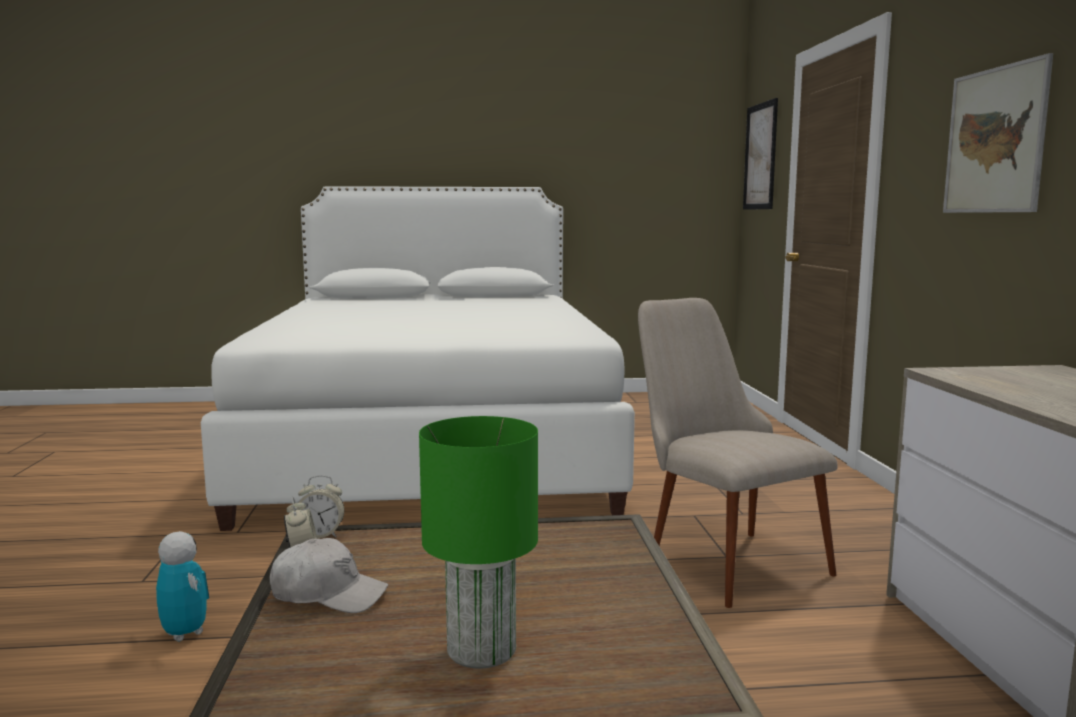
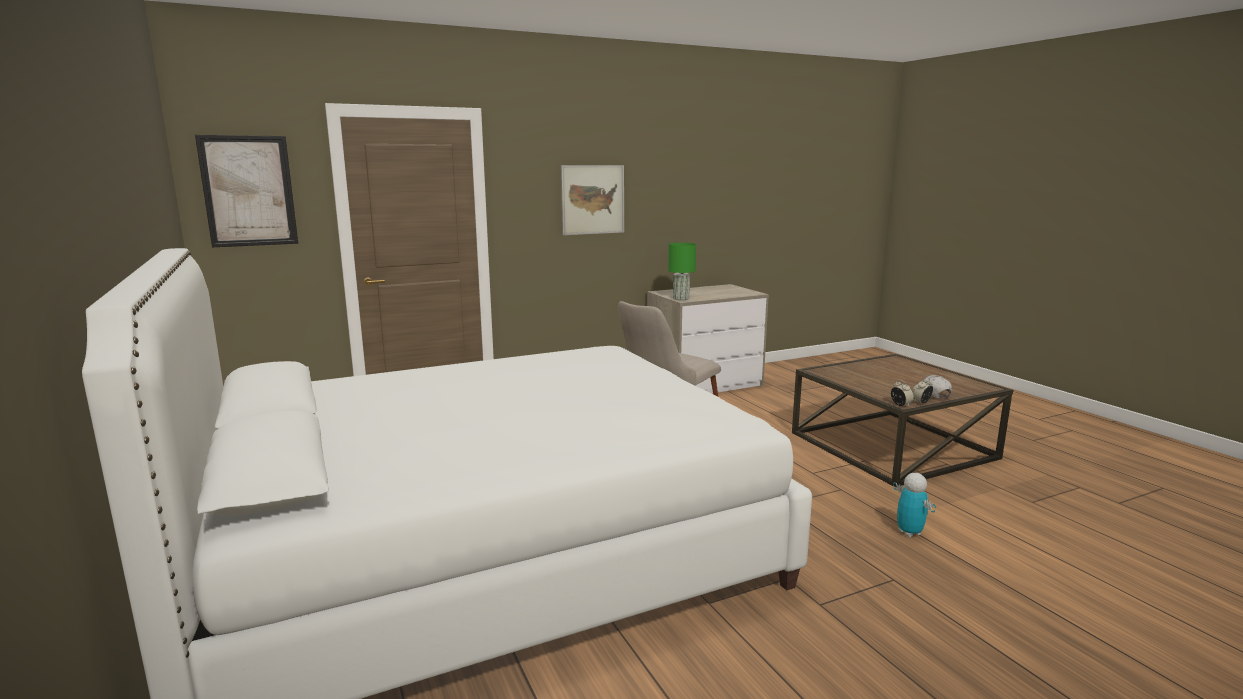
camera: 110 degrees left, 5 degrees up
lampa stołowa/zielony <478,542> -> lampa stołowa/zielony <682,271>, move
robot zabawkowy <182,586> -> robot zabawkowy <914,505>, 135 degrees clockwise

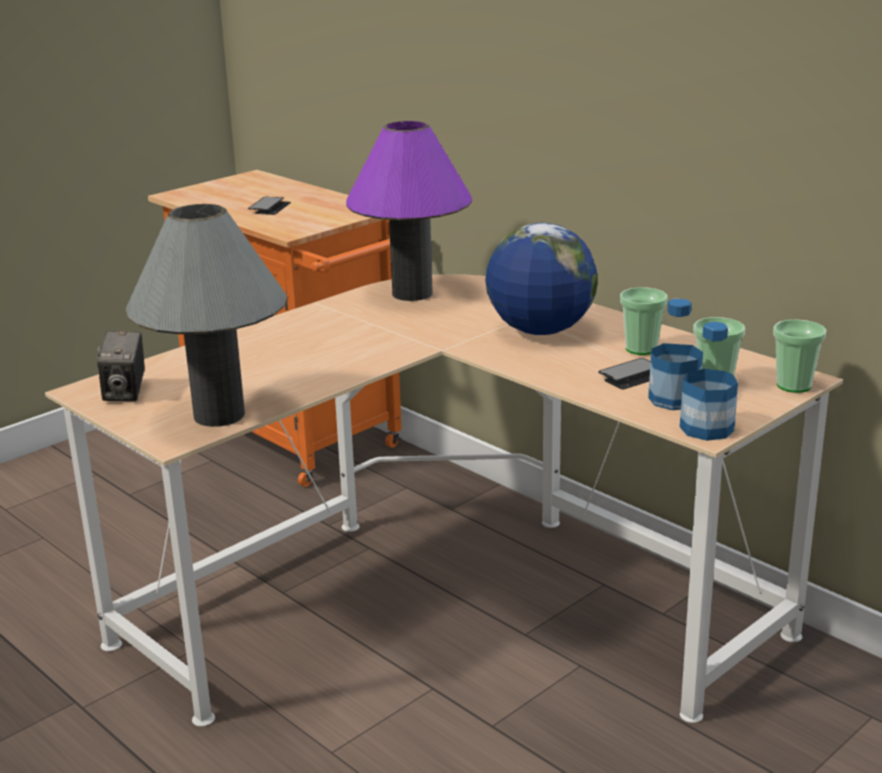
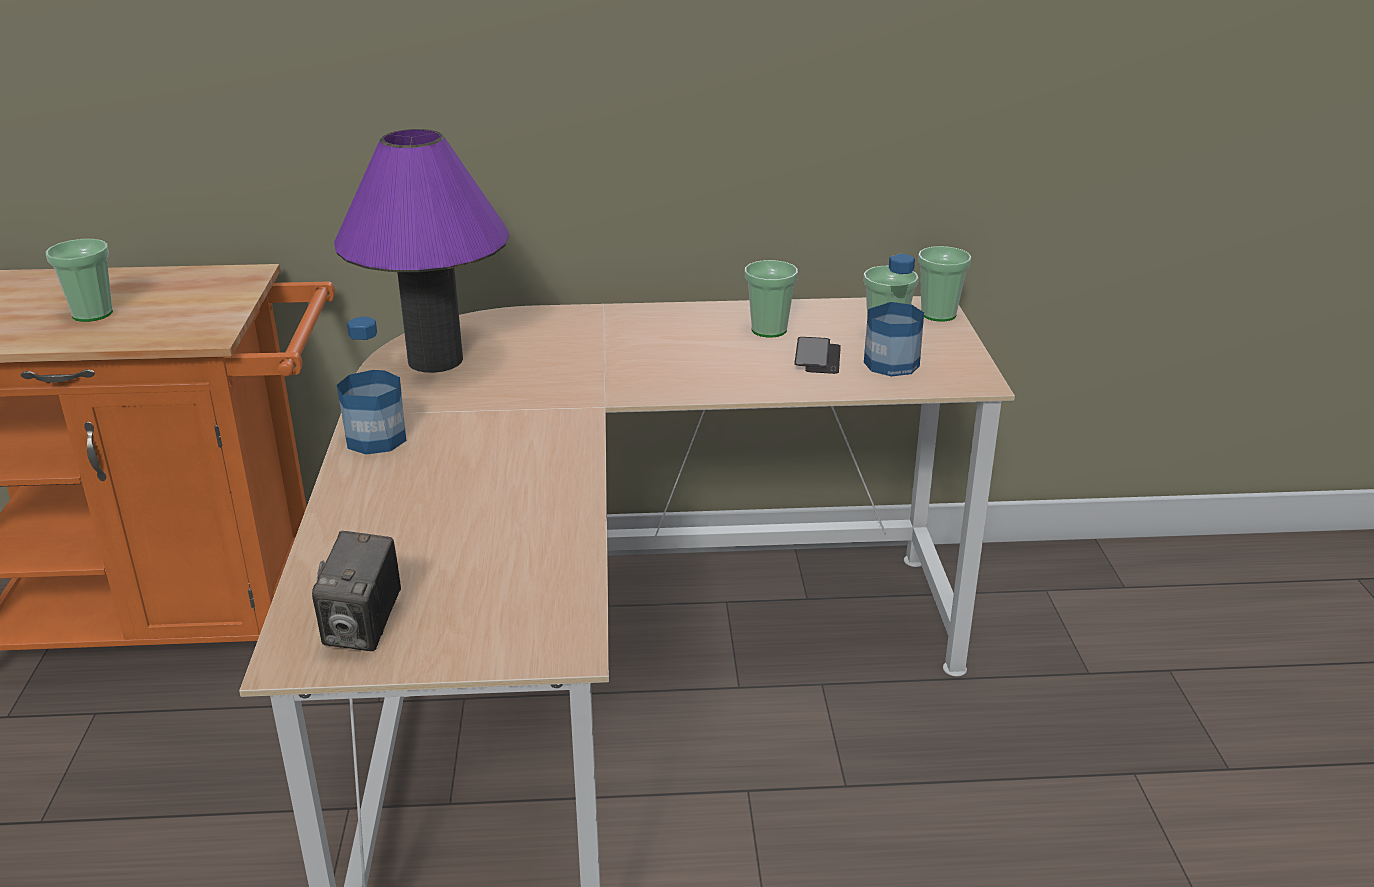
camera: 50 degrees left, 5 degrees up
telefon <269,206> -> filiżanka <79,280>
lampa stołowa/szary <206,315> -> none
globus <541,279> -> none
butelka <709,381> -> butelka <371,386>, move
aparat fotograficzny <121,366> -> aparat fotograficzny <356,591>, 60 degrees clockwise

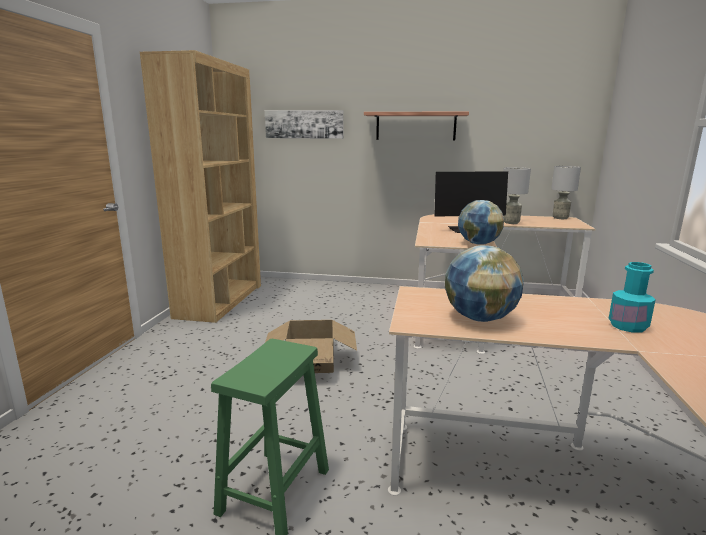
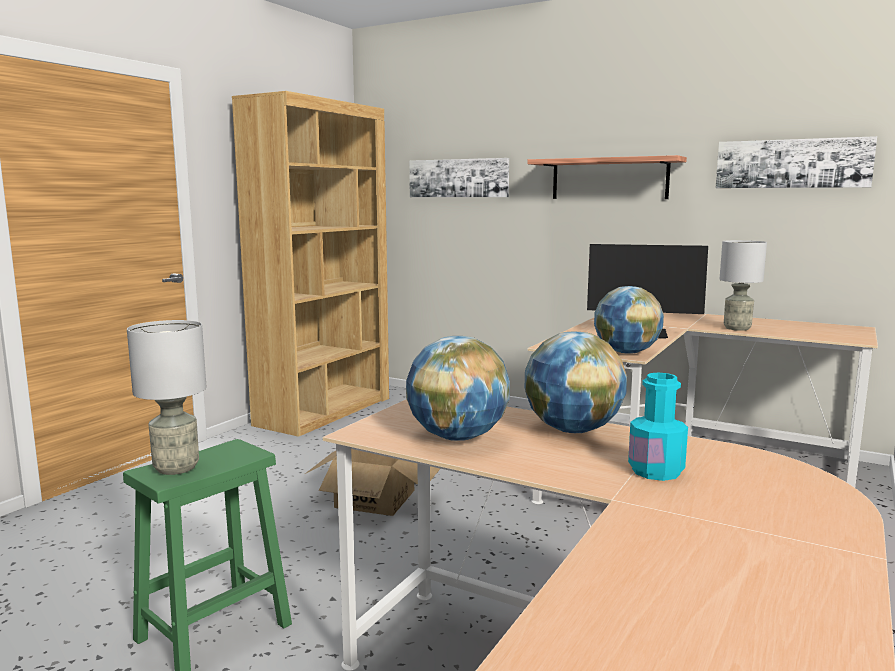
camera: 20 degrees right, 5 degrees down
lampa stołowa/szary <566,192> -> lampa stołowa/szary <166,397>, move
none -> obraz <796,162>
none -> globus <576,382>

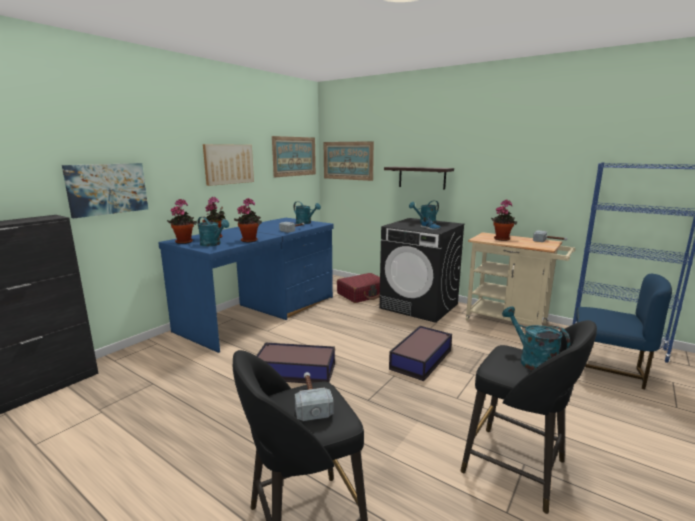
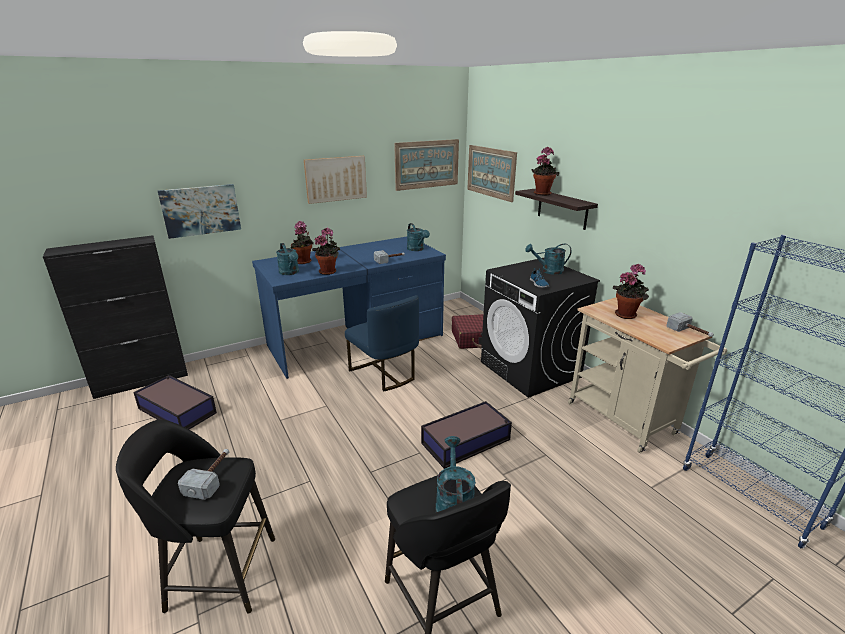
camera: 25 degrees right, 10 degrees up
roślina doniczkowa <182,221> -> roślina doniczkowa <545,171>, move
krzesło/niebieski <624,331> -> krzesło/niebieski <382,343>, move
pojemnik do przechowywania <295,363> -> pojemnik do przechowywania <175,402>, move

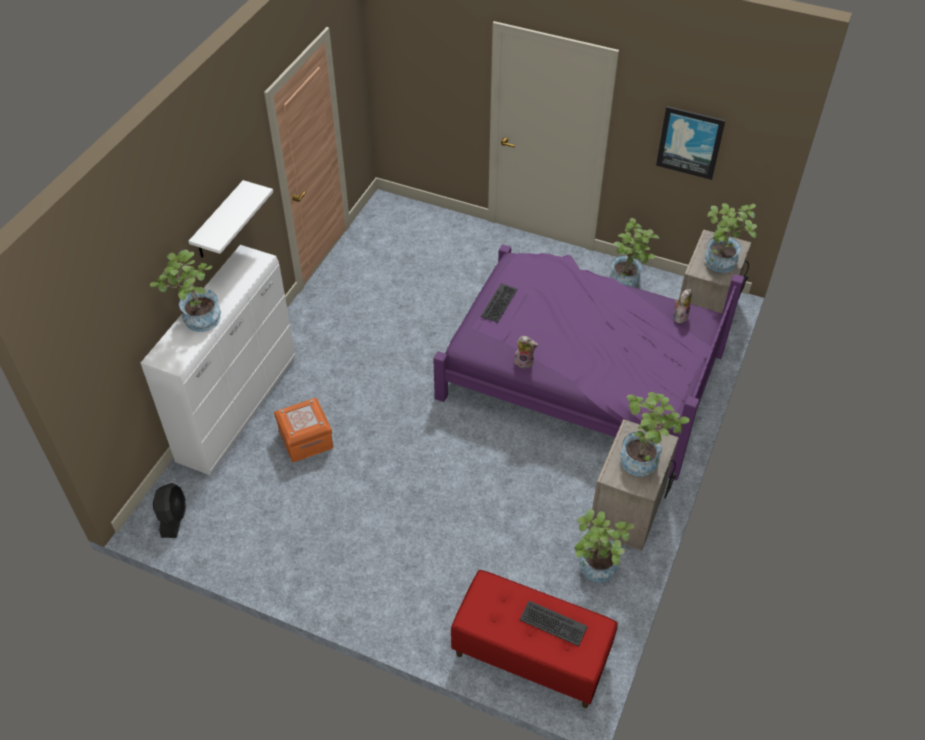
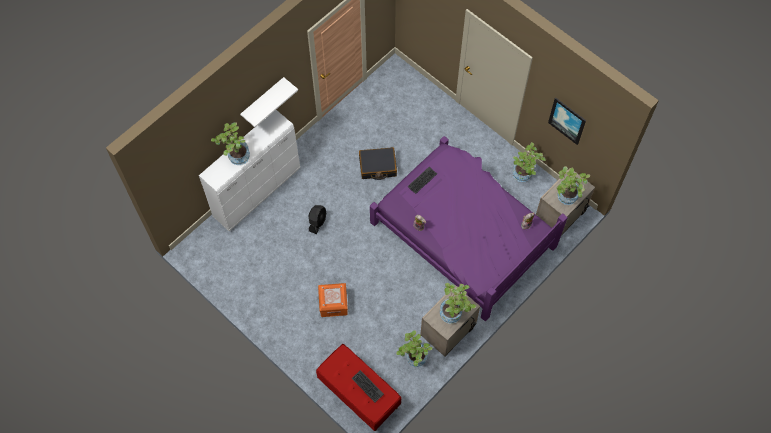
camera: 20 degrees right, 15 degrees up
pojemnik do przechowywania/pomarańczowy <303,430> -> pojemnik do przechowywania/pomarańczowy <333,300>, move
wentylator/czarny <169,510> -> wentylator/czarny <317,219>, move
none -> walizka/czarny <378,163>

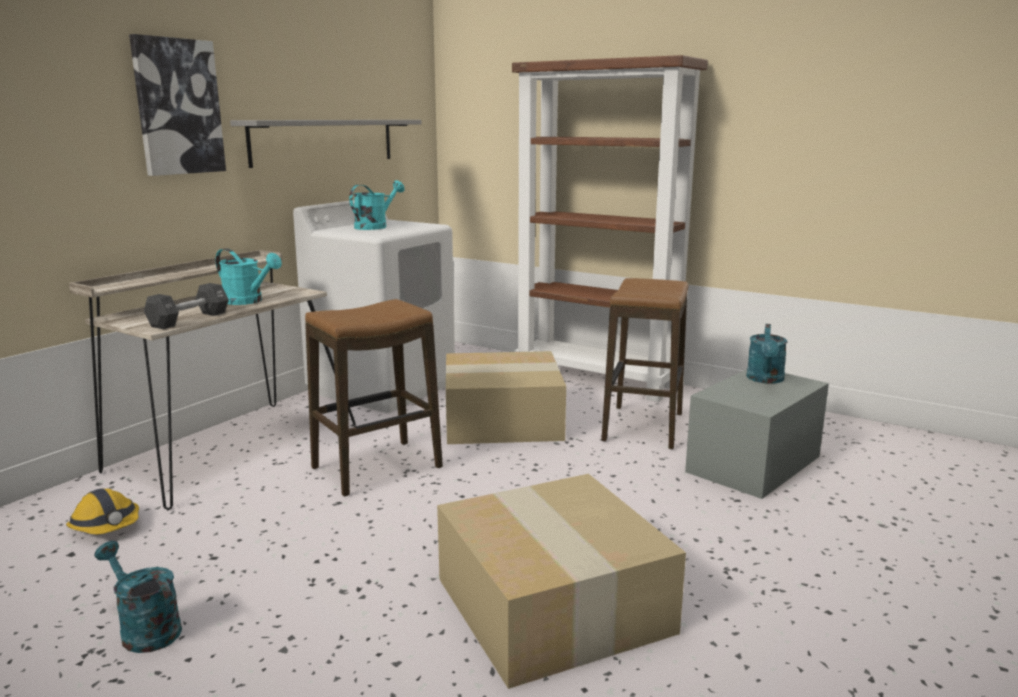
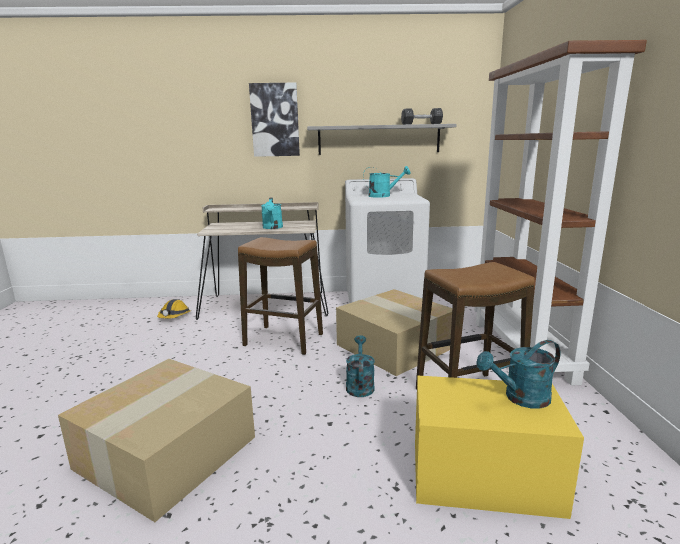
camera: 55 degrees right, 0 degrees up
hantel/czarny <186,306> -> hantel/czarny <422,116>, move
pojemnik do przechowywania/szary <757,434> -> pojemnik do przechowywania/żółty <499,447>
konewka/turkusowy <138,597> -> konewka/turkusowy <360,366>, move

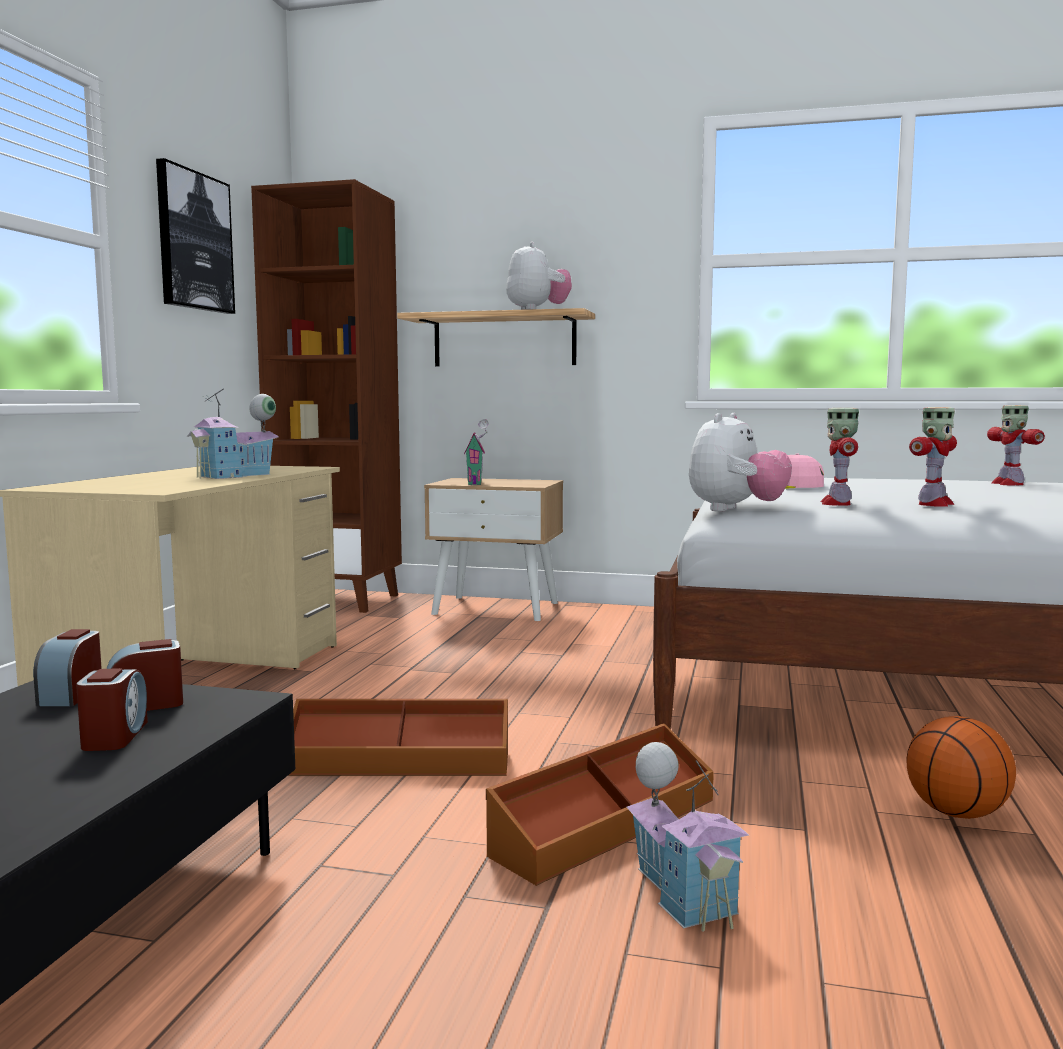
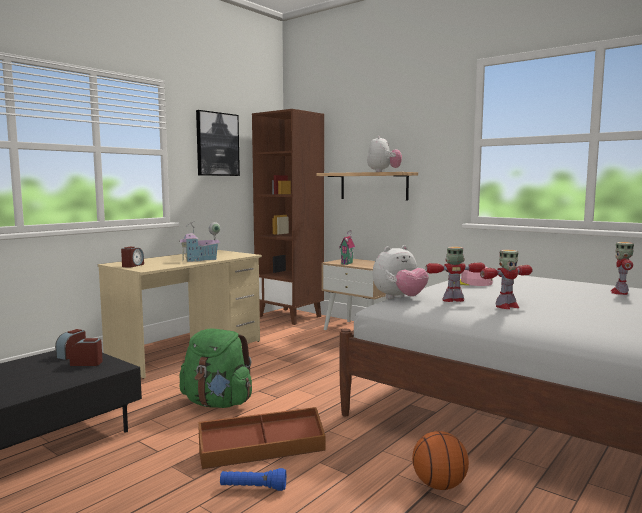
camera: 25 degrees right, 0 degrees up
robot zabawkowy <840,457> -> robot zabawkowy <455,274>, 45 degrees clockwise
budzik <112,709> -> budzik <132,257>, move
pojemnik do przechowywania/brązowy <398,737> -> plecak/zielony <216,368>
domek <688,836> -> latarka/niebieski <253,479>

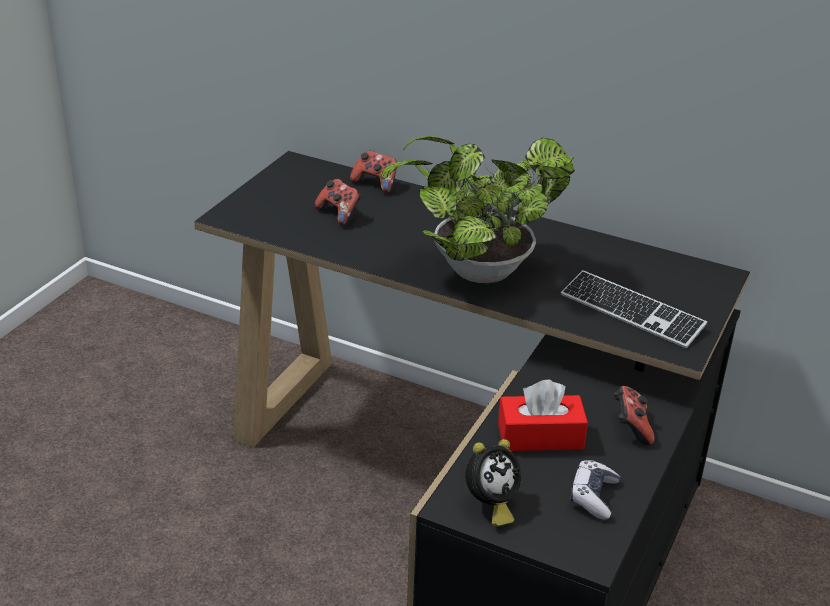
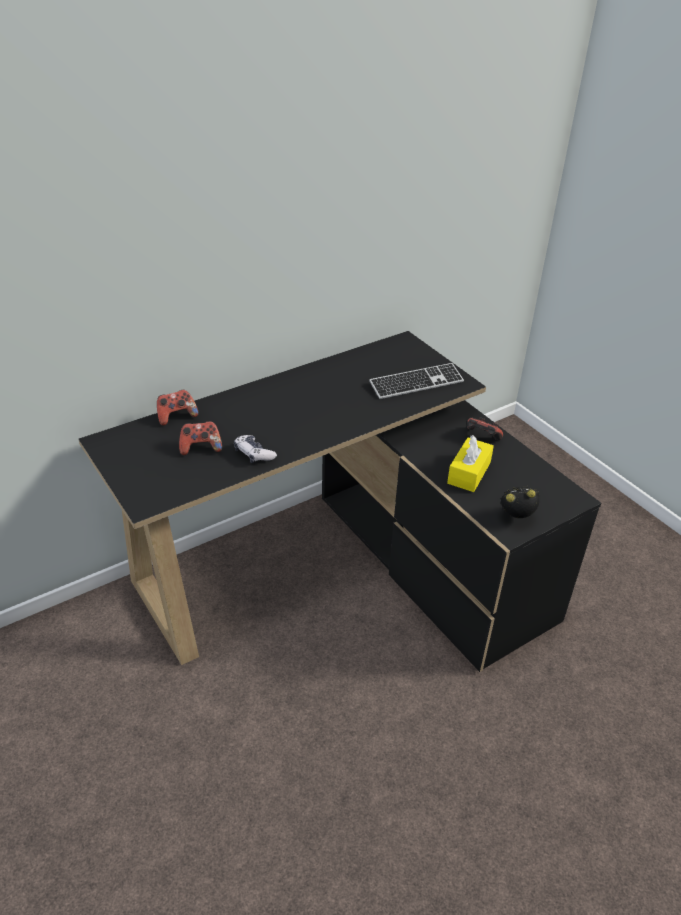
camera: 60 degrees left, 5 degrees up
roślina doniczkowa <478,209> -> none
pudełko chusteczek/czerwony <543,415> -> pudełko chusteczek/żółty <470,463>
budzik <493,482> -> budzik <520,502>, 90 degrees counterclockwise
pad do gier <595,490> -> pad do gier <255,449>, move

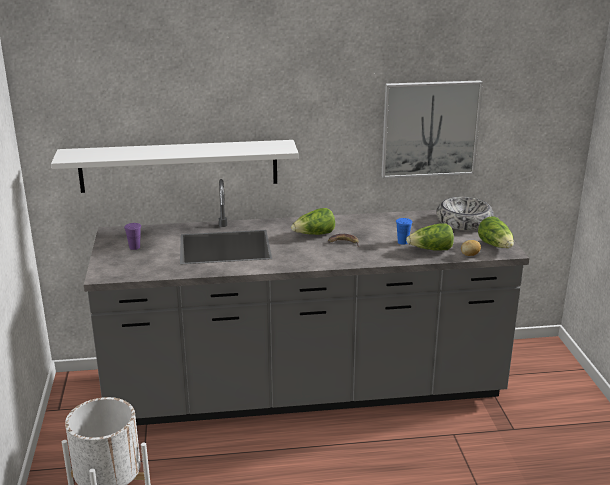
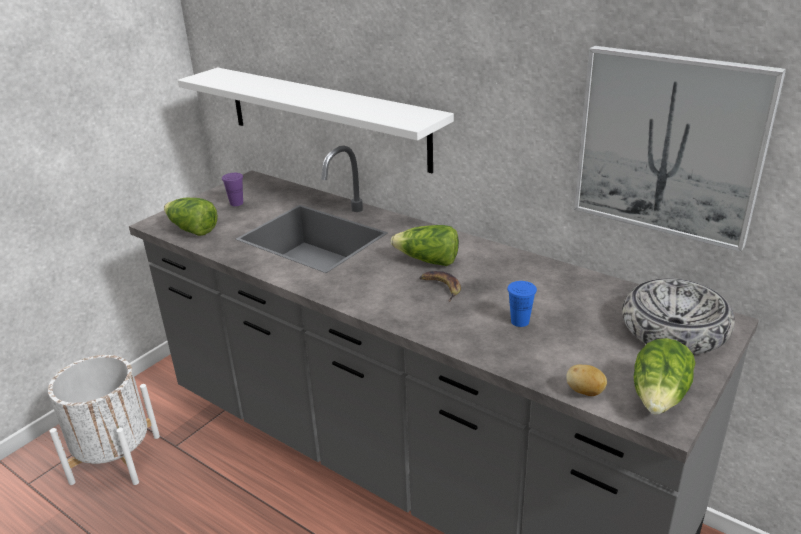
camera: 45 degrees right, 5 degrees up
sałata <430,237> -> sałata <191,217>, move

